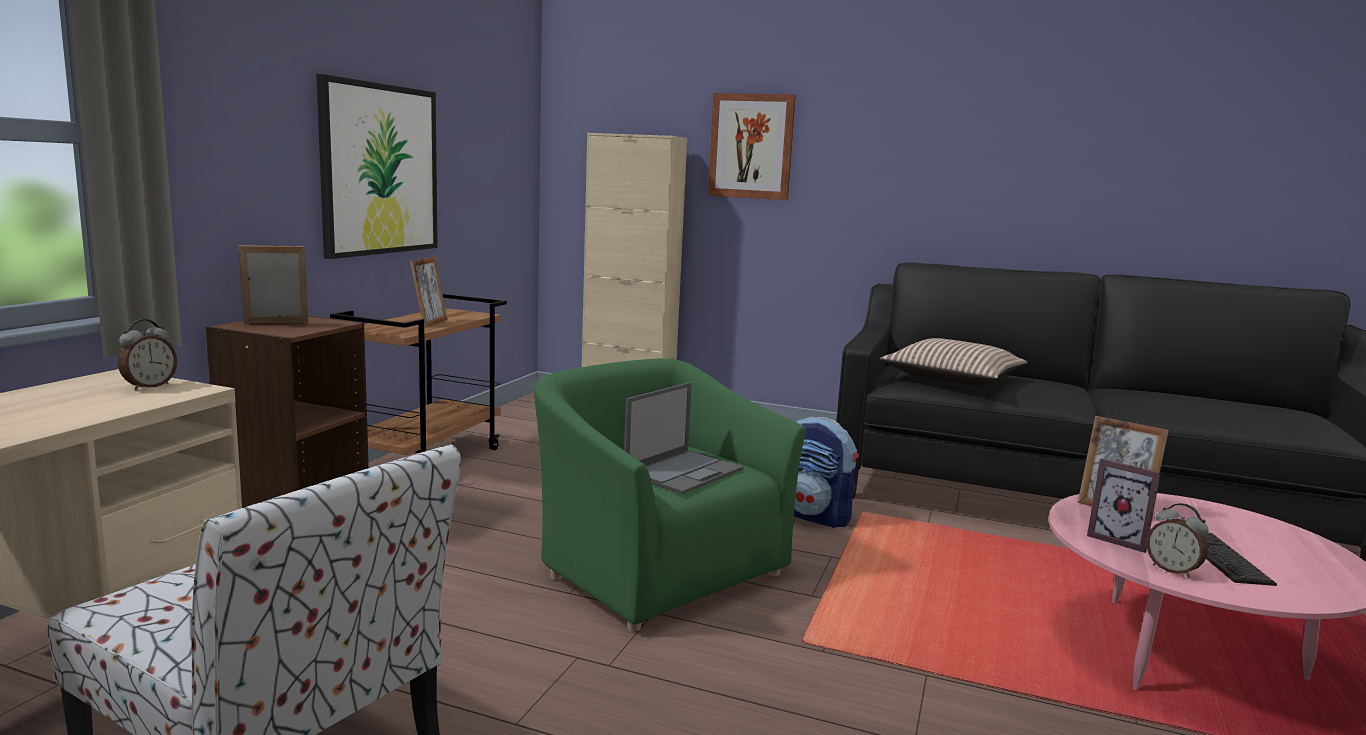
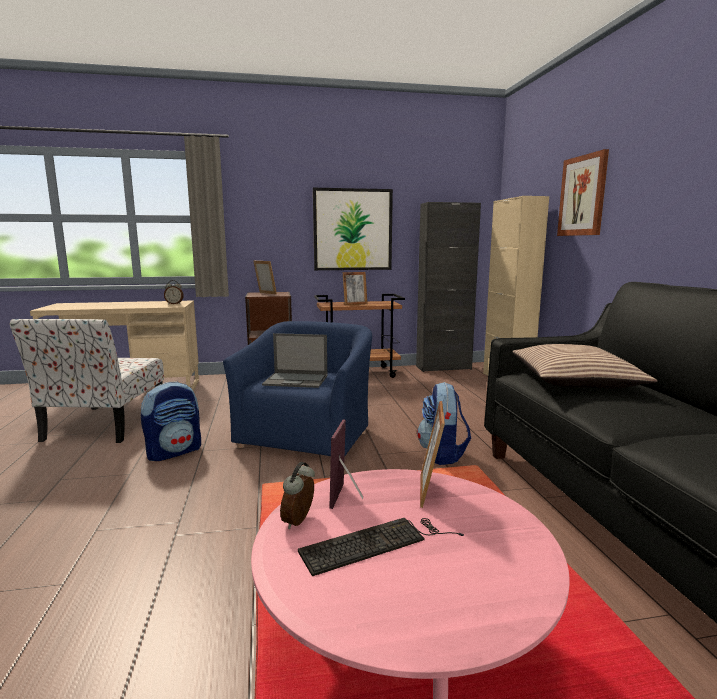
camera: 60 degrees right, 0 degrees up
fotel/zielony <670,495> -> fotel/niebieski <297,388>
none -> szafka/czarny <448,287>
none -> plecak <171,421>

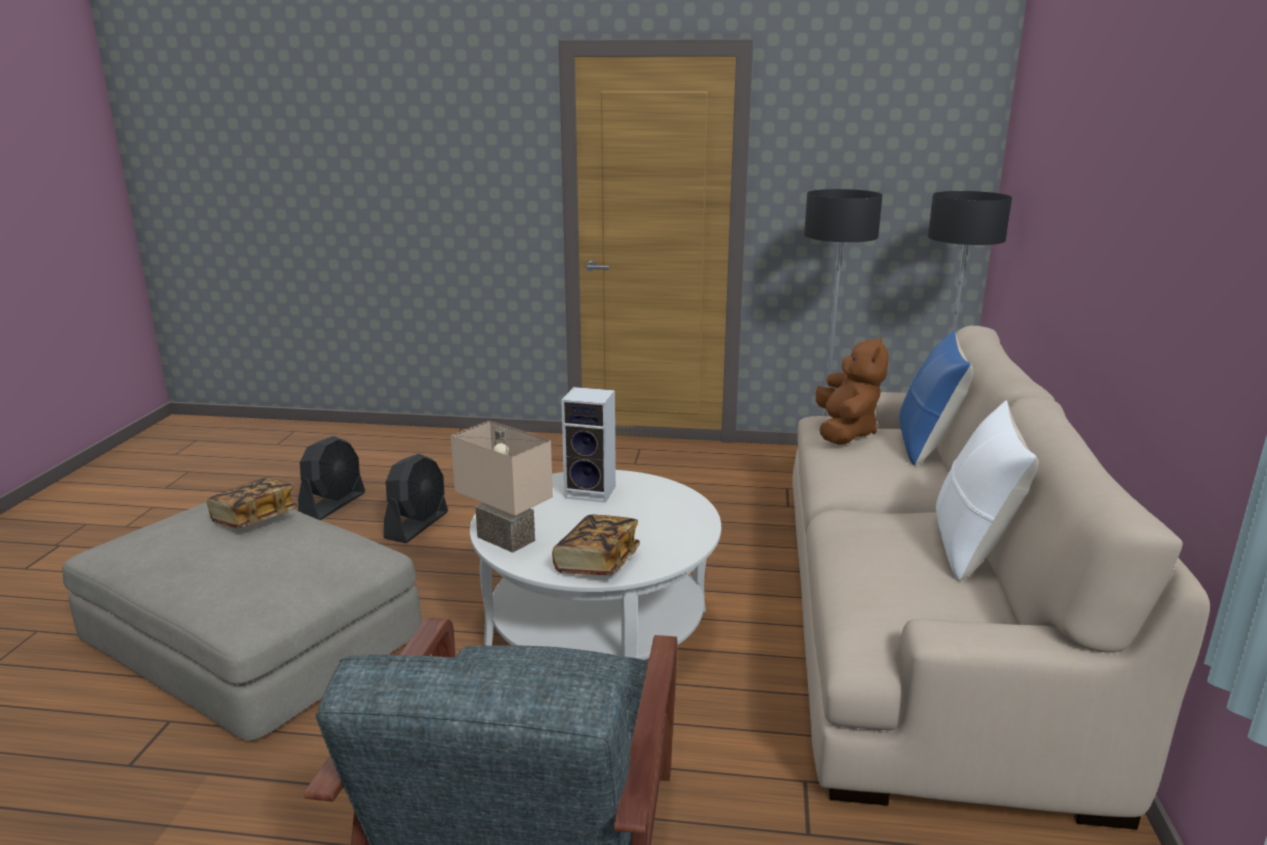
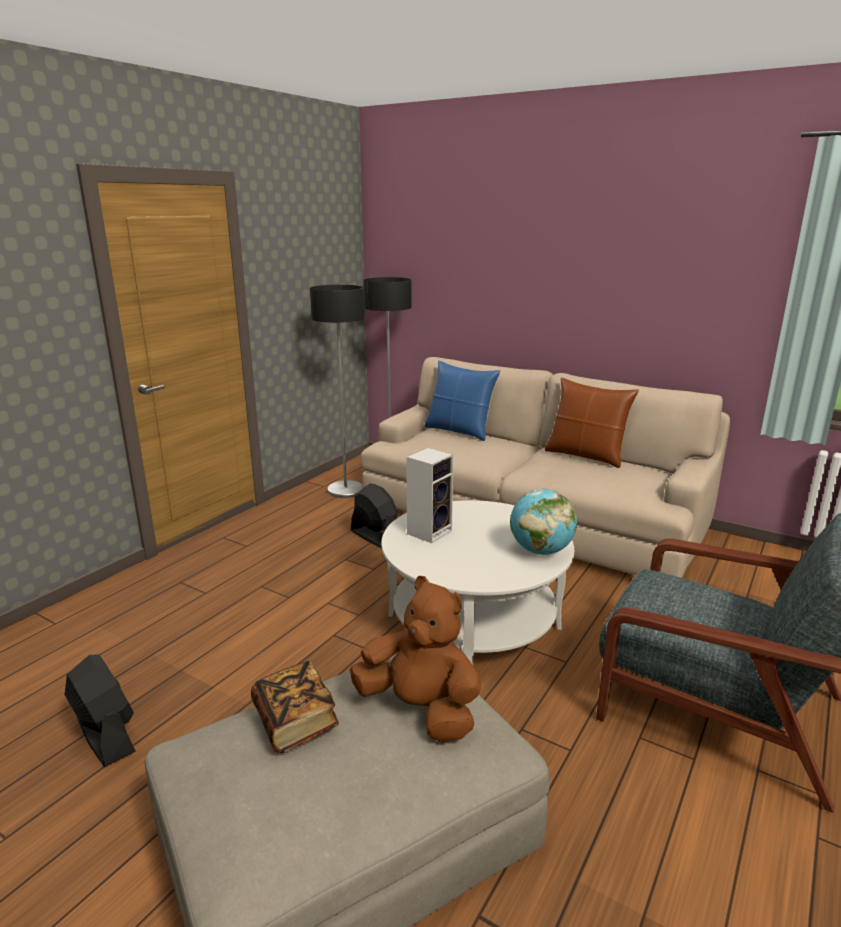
camera: 65 degrees left, 0 degrees up
pluszak/brązowy <852,390> -> pluszak/brązowy <415,659>, move
poduszka/biały <987,490> -> poduszka/brązowy <592,422>
lampa stołowa/beżowy <502,487> -> none
wentylator/czarny <416,498> -> wentylator/czarny <374,516>, move
książka <596,544> -> globus <543,522>

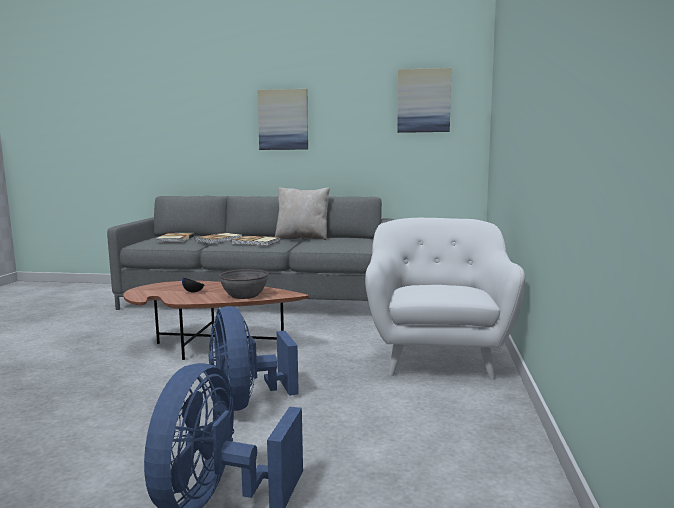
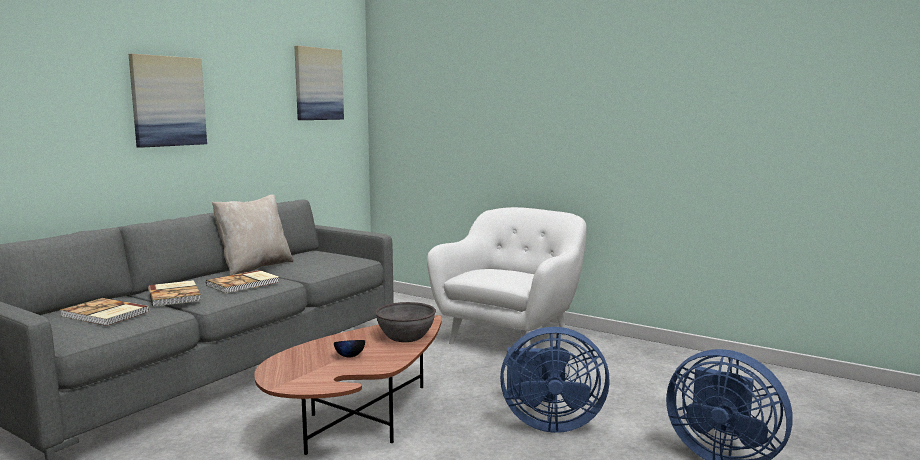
camera: 65 degrees left, 0 degrees up
fotel/biały <445,299> -> fotel/biały <507,277>, 90 degrees clockwise

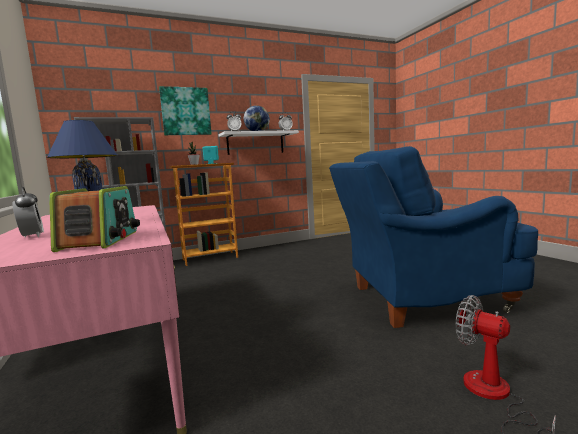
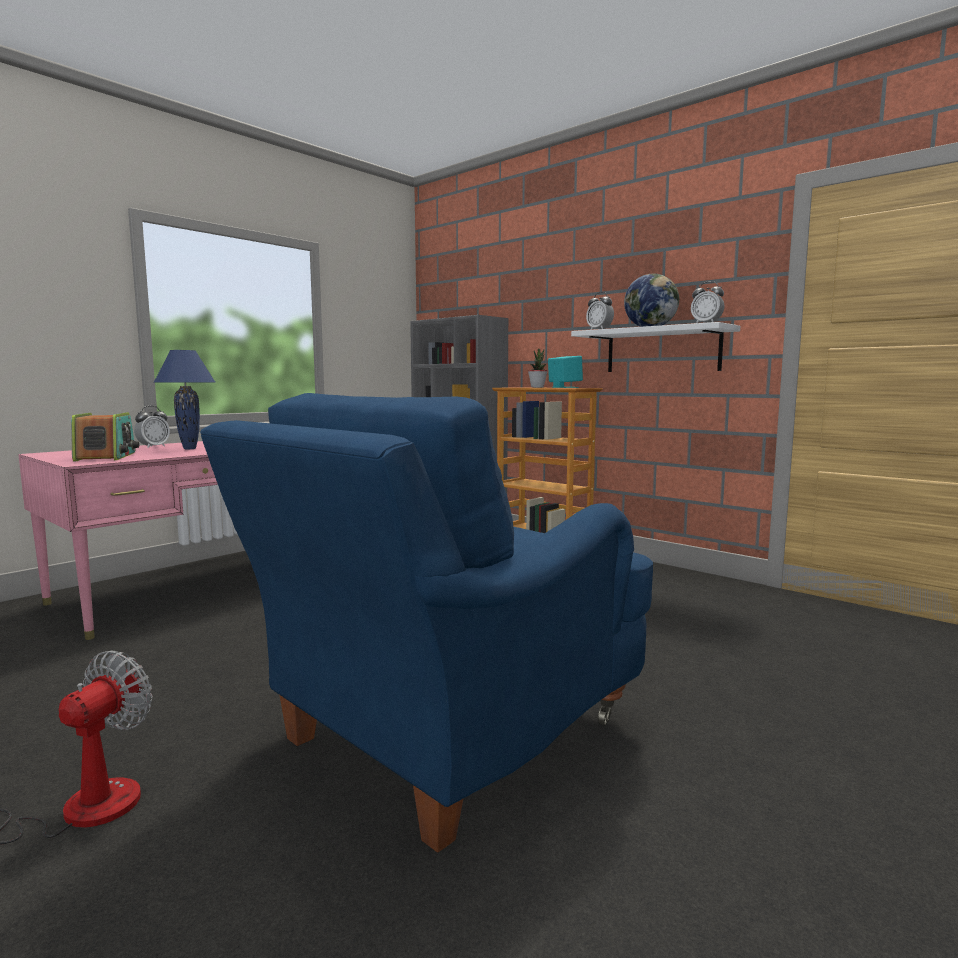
camera: 65 degrees right, 0 degrees up
obraz <185,110> -> none
fotel/niebieski <433,237> -> fotel/niebieski <426,623>, 105 degrees counterclockwise
radio <94,219> -> radio <105,437>, 75 degrees counterclockwise

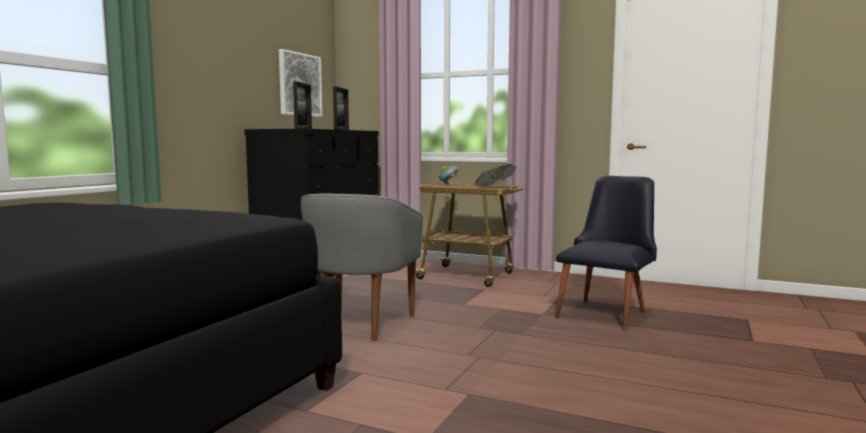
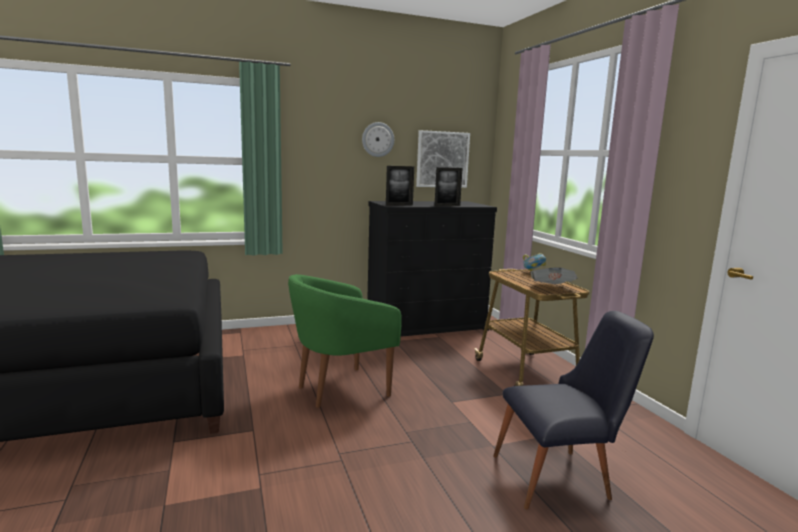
camera: 45 degrees right, 5 degrees up
fotel/szary <362,267> -> fotel/zielony <345,341>
none -> zegar ścienny <378,139>

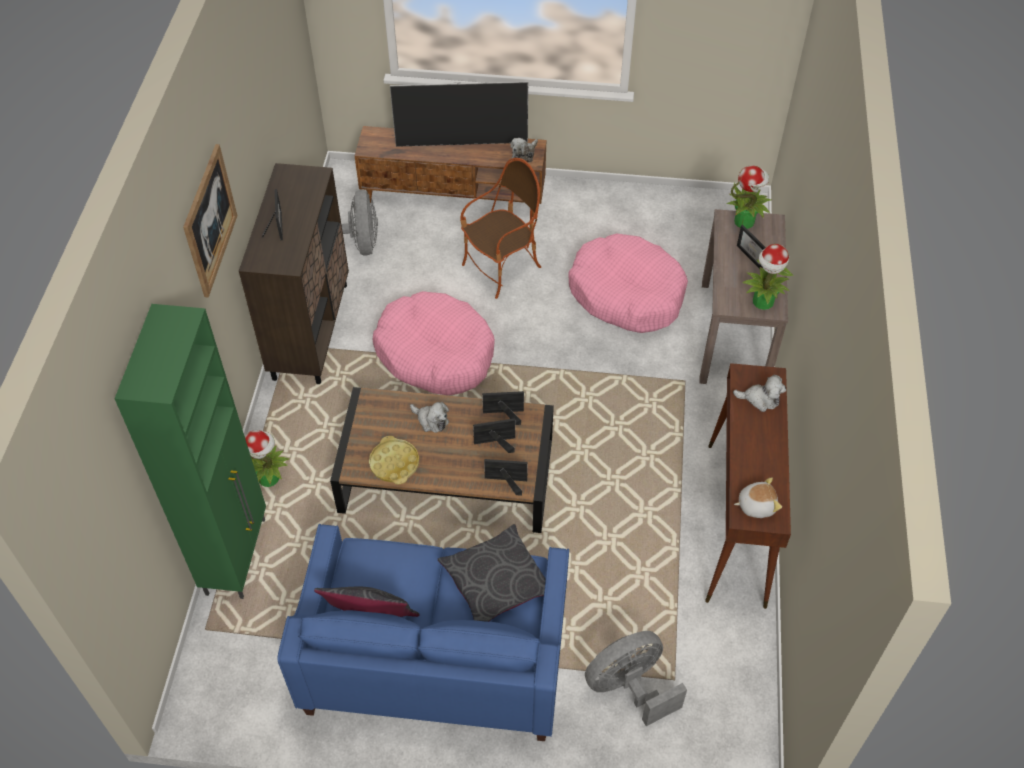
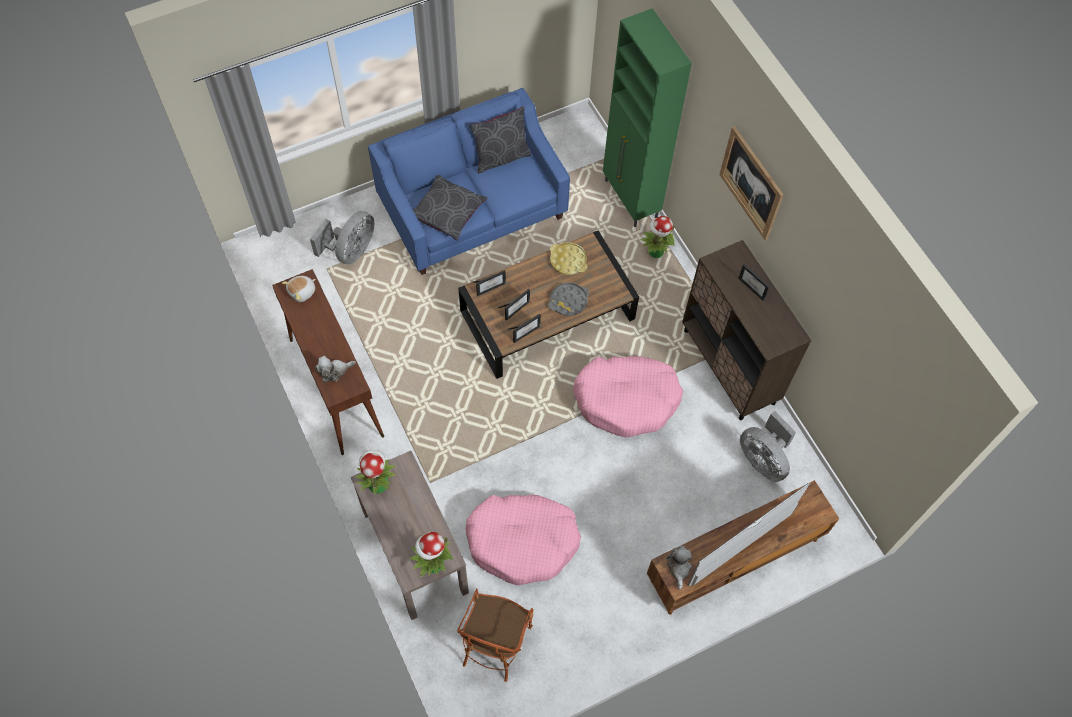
camera: 145 degrees right, 10 degrees up
fotel <500,228> -> fotel <495,635>, move
ramka na zdjęcie <751,247> -> none
pluszak <429,417> -> taca/szary <569,299>

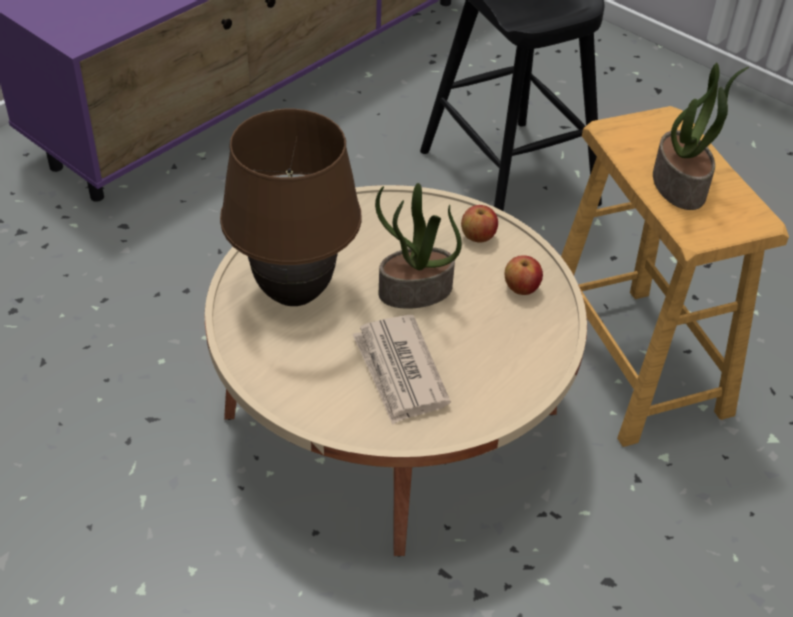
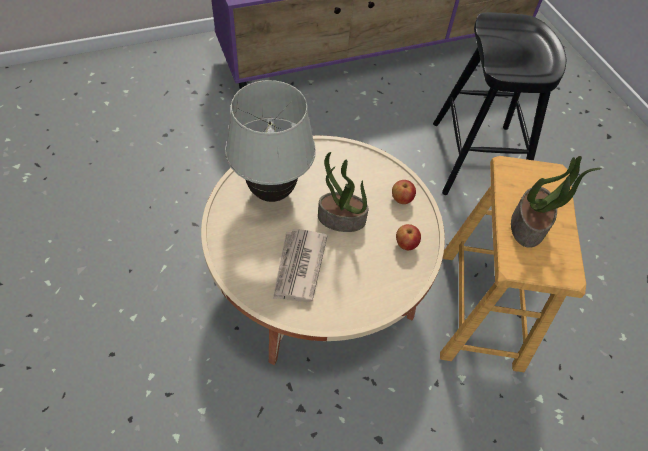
camera: 25 degrees right, 10 degrees up
lampa stołowa/brązowy <291,207> -> lampa stołowa/biały <270,141>

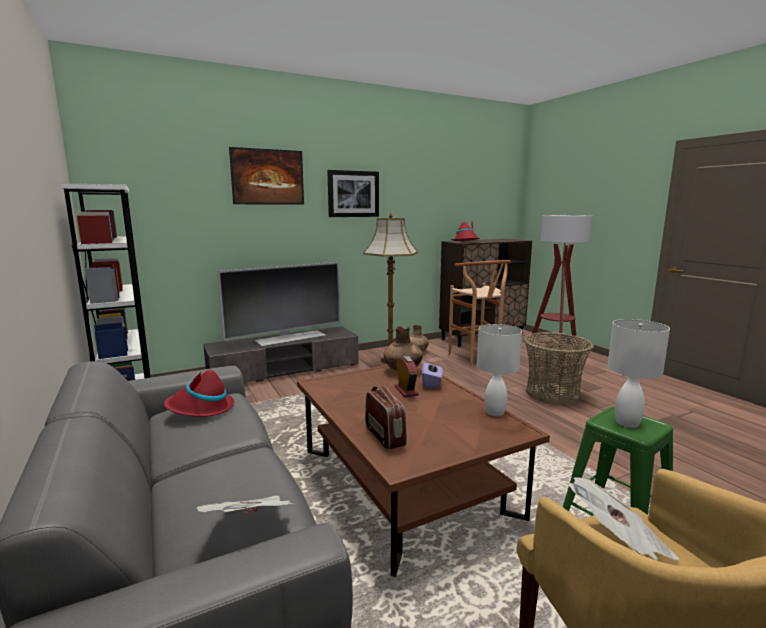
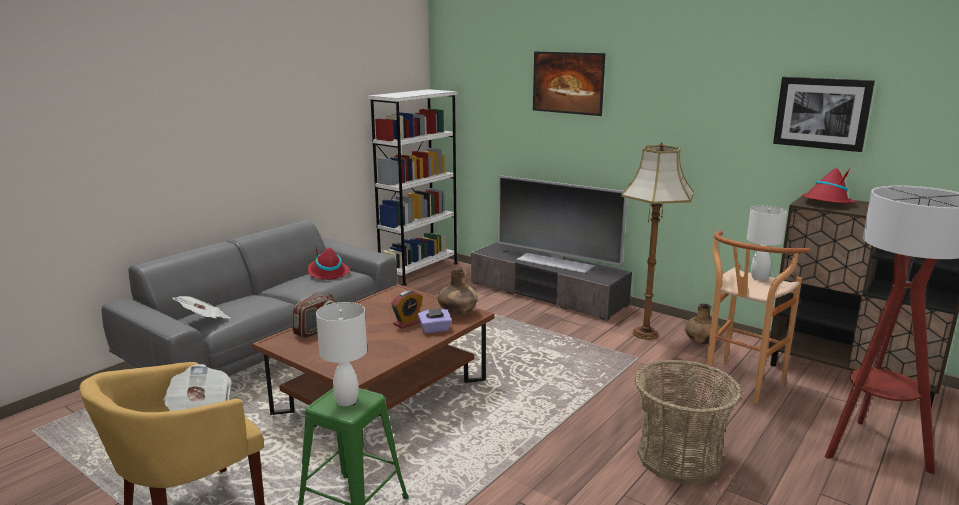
camera: 65 degrees right, 5 degrees up
obraz <353,193> -> obraz <824,114>, move
lampa stołowa/biały <499,370> -> lampa stołowa/biały <767,243>, move

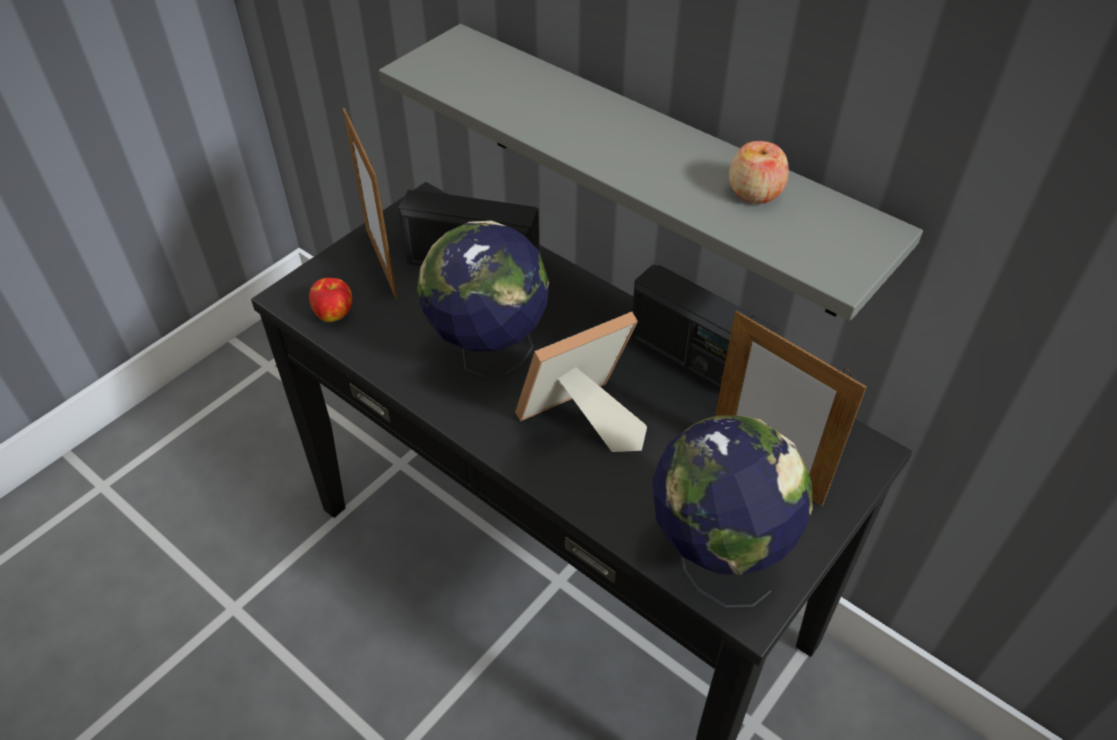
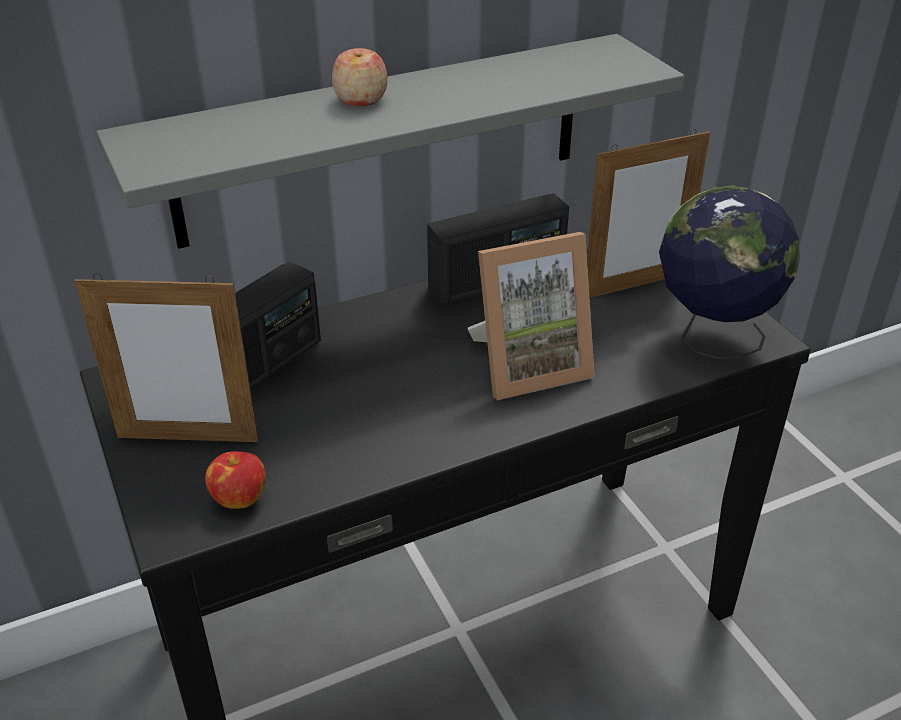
camera: 65 degrees left, 10 degrees down
jabłko <759,172> -> jabłko <360,77>, move
globus <483,299> -> none
ramka na zdjęcie <581,382> -> ramka na zdjęcie <531,316>, 105 degrees counterclockwise

